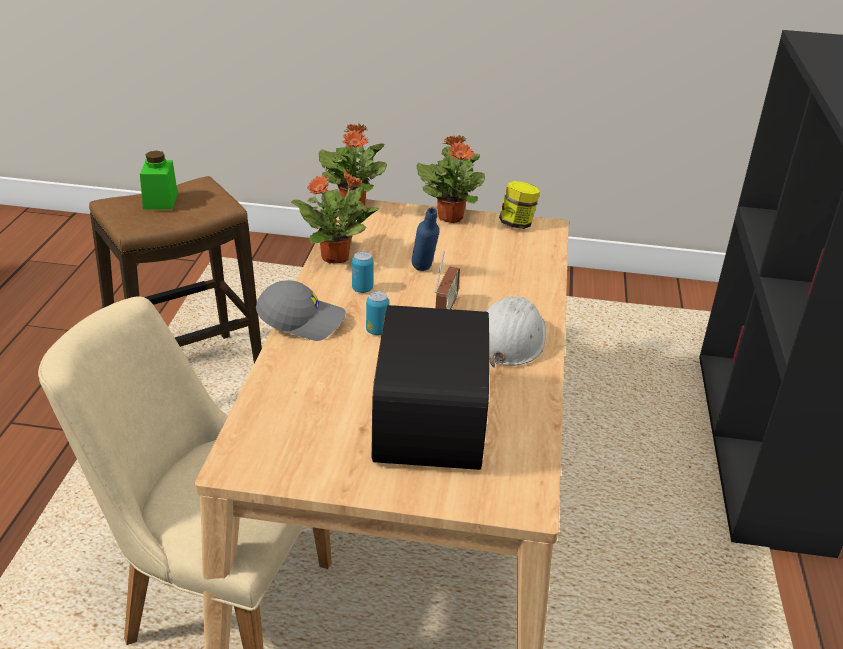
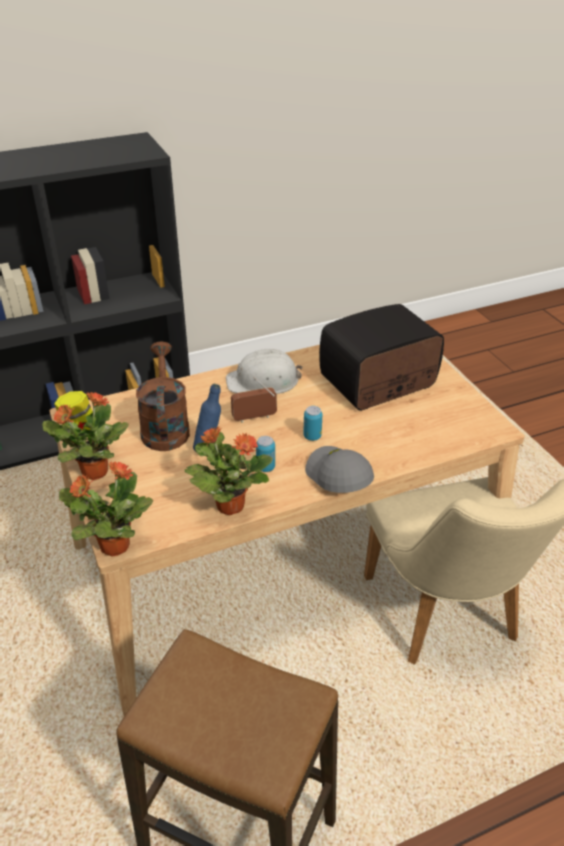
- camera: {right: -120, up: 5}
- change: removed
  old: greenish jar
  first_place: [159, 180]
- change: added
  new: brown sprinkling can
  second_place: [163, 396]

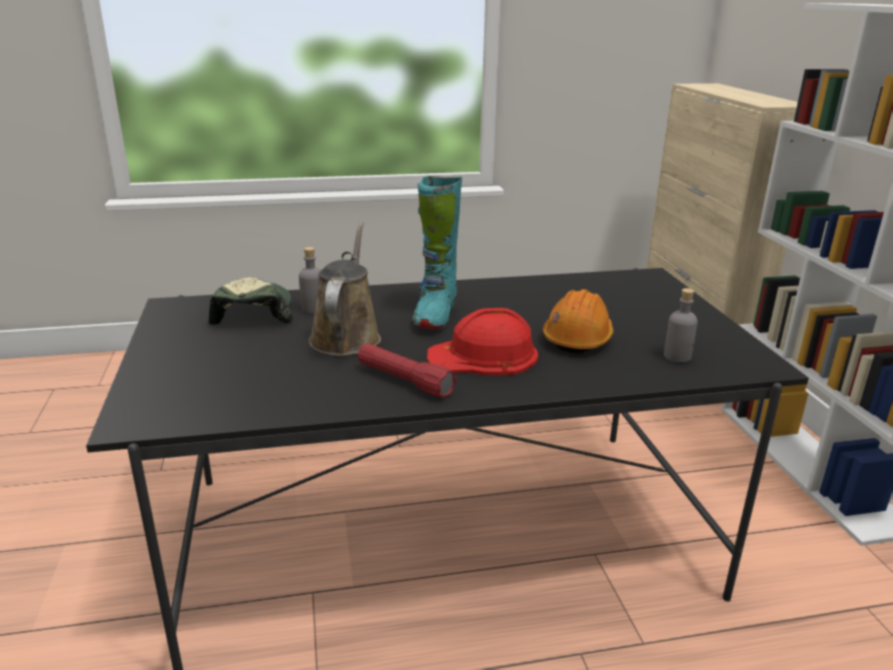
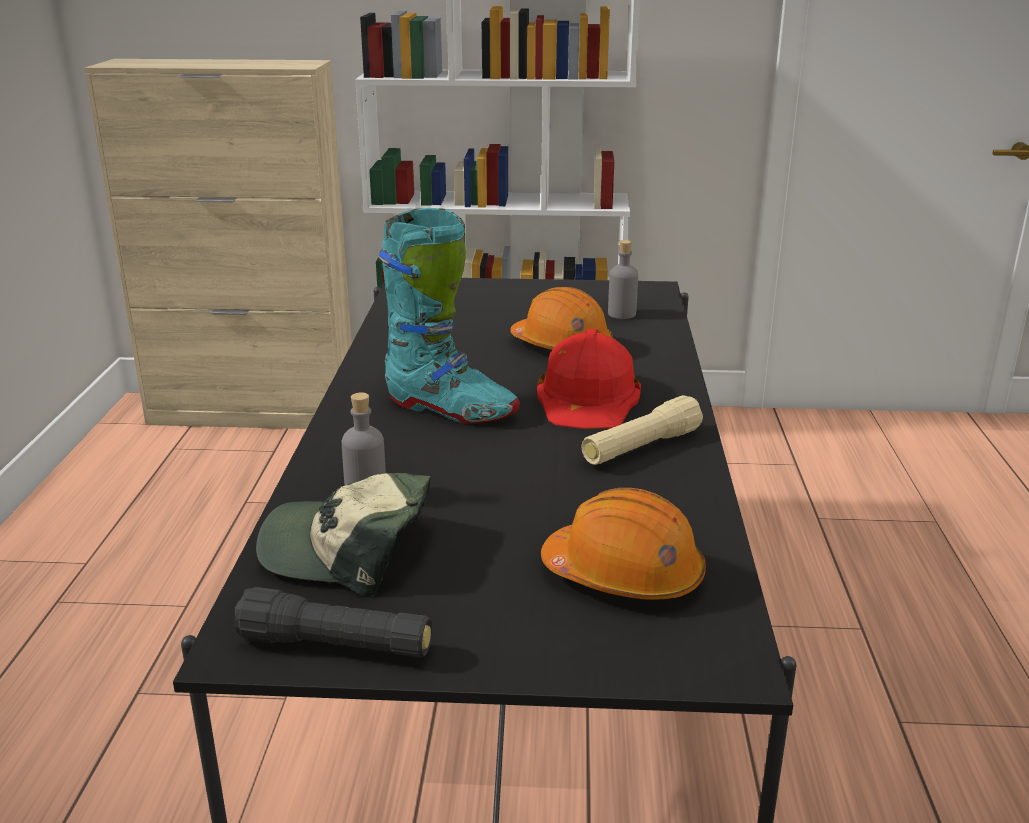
- camera: {right: -75, up: 0}
- change: removed
  old: brown sprinkling can
  first_place: [345, 289]
- change: recoloured
  old: reddish flashlight
  new: beige flashlight
  first_place: [407, 370]
  second_place: [642, 430]
- change: added
  new: blackish flashlight
  second_place: [333, 622]
- change: added
  new: orangey safety helmet
  second_place: [623, 544]

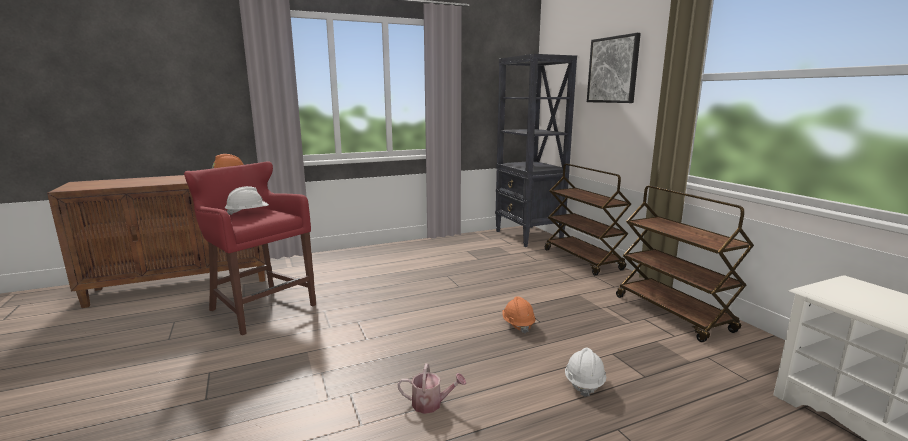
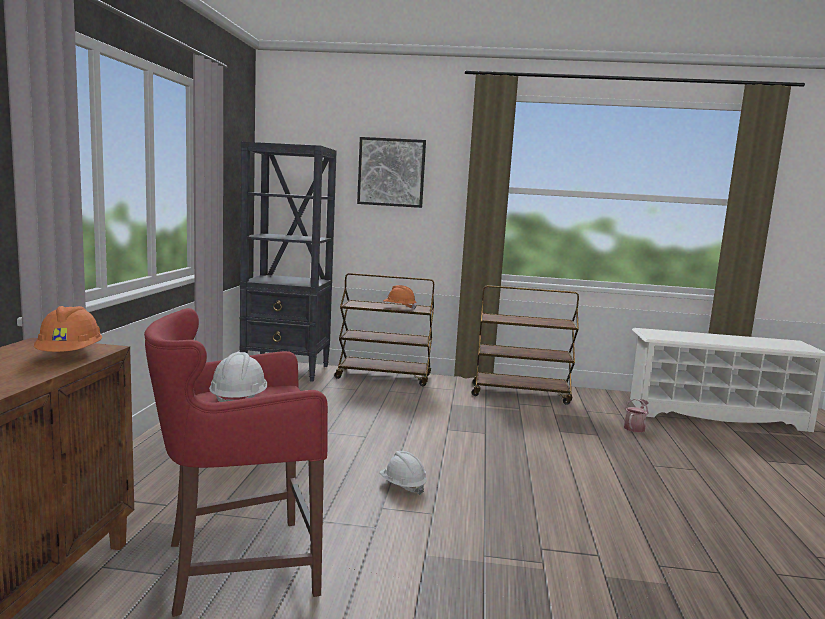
- camera: {right: -60, up: -5}
- change: moved
  old: sprinkling can
  first_place: [431, 388]
  second_place: [636, 416]
- change: moved
  old: orangey safety helmet
  first_place: [518, 314]
  second_place: [400, 297]
- change: moved
  old: white-coloured safety helmet
  first_place: [585, 372]
  second_place: [403, 473]

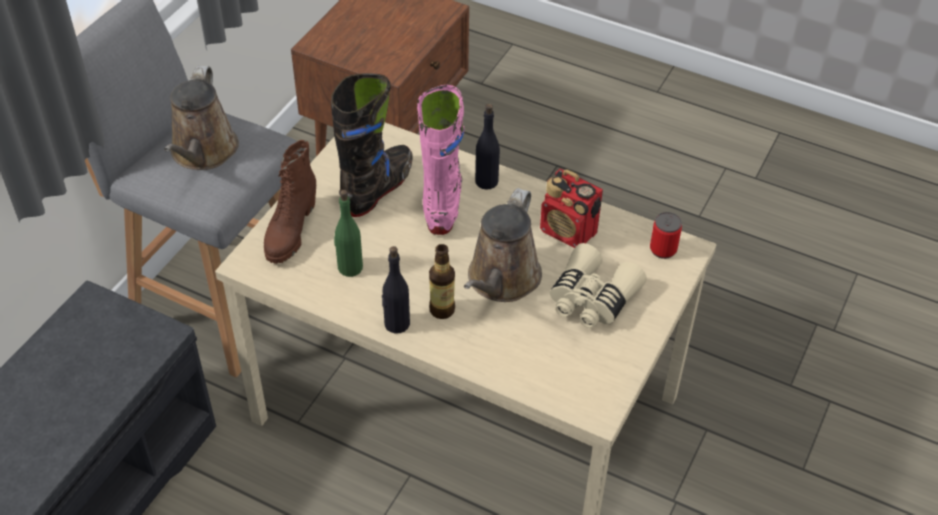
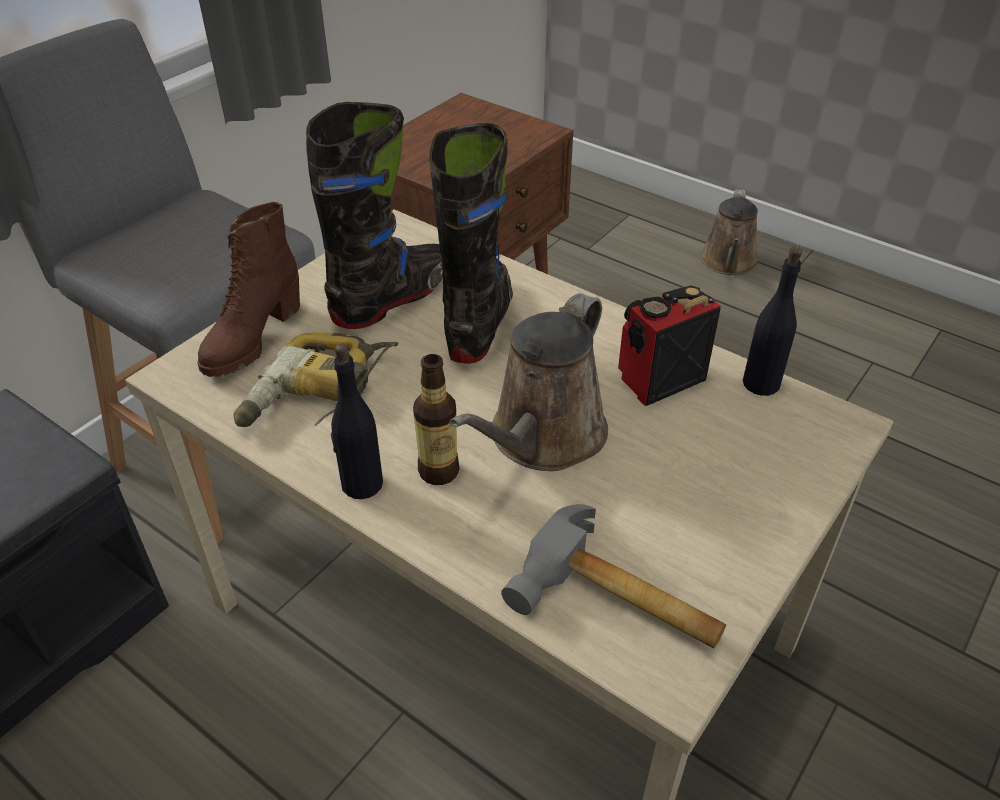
- camera: {right: 10, up: -5}
- change: moved
  old: brown sprinkling can
  first_place: [201, 118]
  second_place: [729, 232]
- change: replaced
  old: greenish bottle
  new: power drill
  first_place: [348, 233]
  second_place: [315, 379]
- change: recoloured
  old: pink-coloured tall boot
  new: blackish tall boot
  first_place: [441, 160]
  second_place: [471, 243]
- change: moved
  old: blackish bottle
  first_place: [487, 147]
  second_place: [772, 321]
- change: turned
  old: radio
  first_place: [571, 208]
  second_place: [669, 345]
  degrees: 105
- change: removed
  old: beige field glasses
  first_place: [598, 285]
- change: removed
  old: sealed can
  first_place: [666, 235]
- change: added
  new: tool hammer
  second_place: [614, 576]

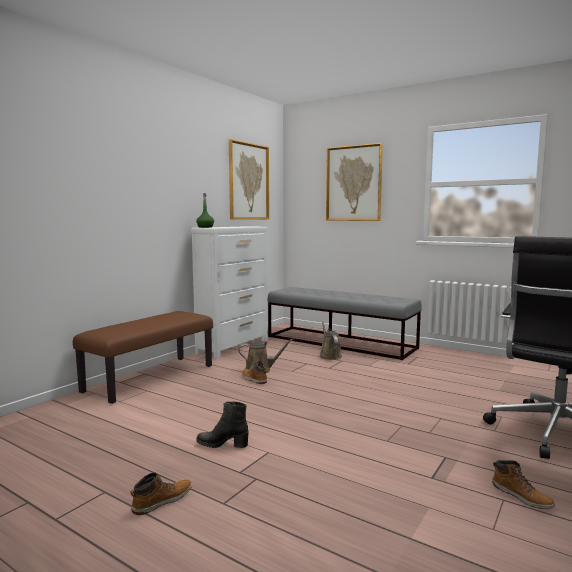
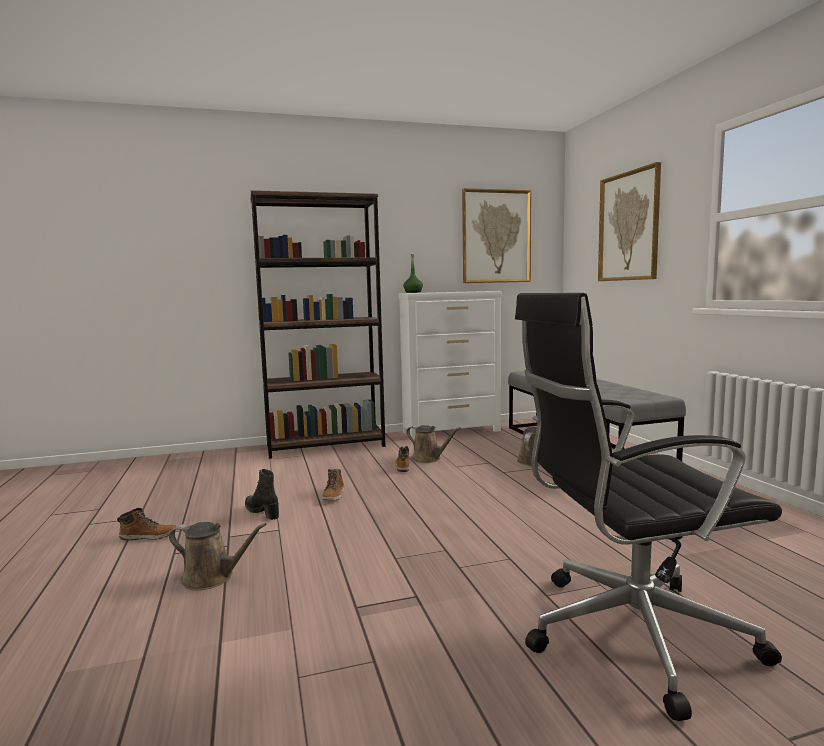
- camera: {right: 40, up: 0}
- change: replaced
  old: brown long seat
  new: brown bookcase
  first_place: [143, 357]
  second_place: [318, 324]
- change: moved
  old: tall boot
  first_place: [523, 484]
  second_place: [333, 485]
- change: added
  new: brown sprinkling can
  second_place: [218, 556]

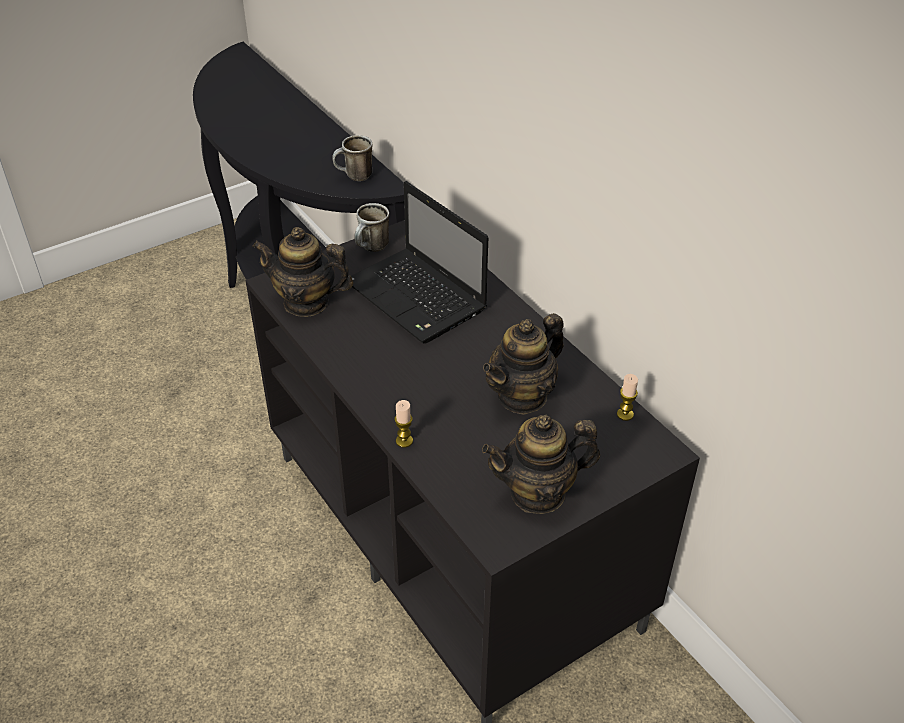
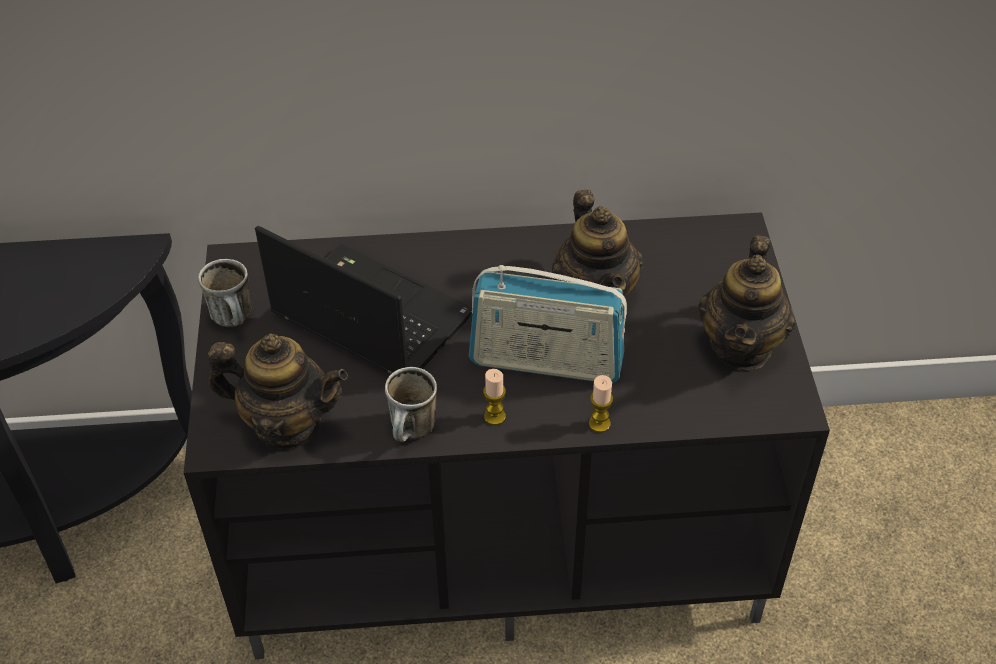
- camera: {right: -60, up: 5}
- change: turned
  old: pot for tea
  first_place: [303, 272]
  second_place: [278, 391]
  degrees: -120
- change: moved
  old: mug
  first_place: [352, 158]
  second_place: [411, 404]
- change: turned
  old: notebook computer
  first_place: [419, 262]
  second_place: [363, 300]
  degrees: -135
- change: moved
  old: wax candle
  first_place: [627, 397]
  second_place: [494, 397]
- change: added
  new: radio
  second_place: [548, 324]

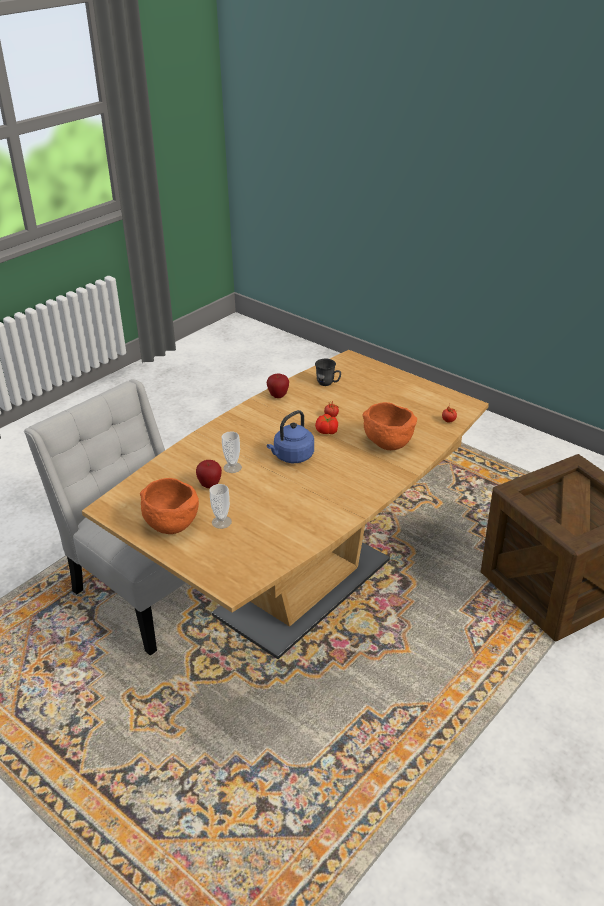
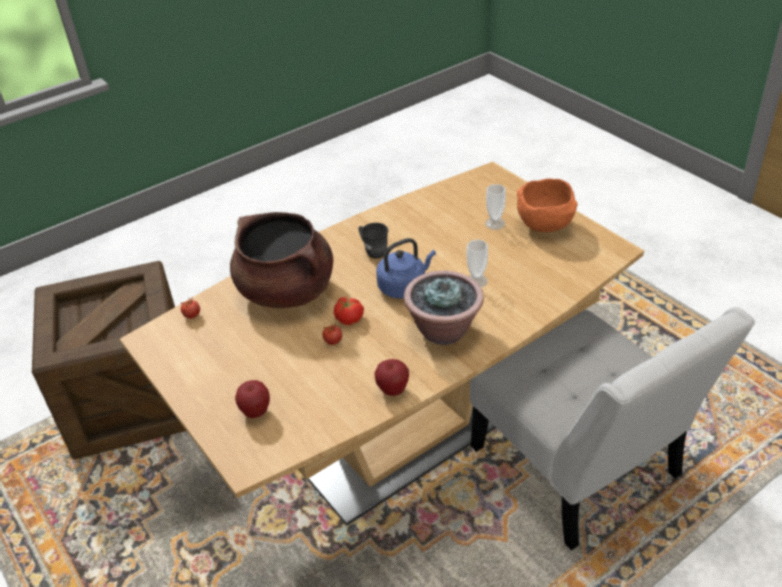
- camera: {right: -165, up: 5}
- change: moved
  old: apple
  first_place: [209, 474]
  second_place: [252, 399]
- change: moved
  old: gray mug
  first_place: [328, 372]
  second_place: [373, 240]
- change: replaced
  old: orangey bowl
  new: brown saucepot
  first_place: [389, 426]
  second_place: [281, 260]
- change: added
  new: plant in a pot
  second_place: [444, 307]

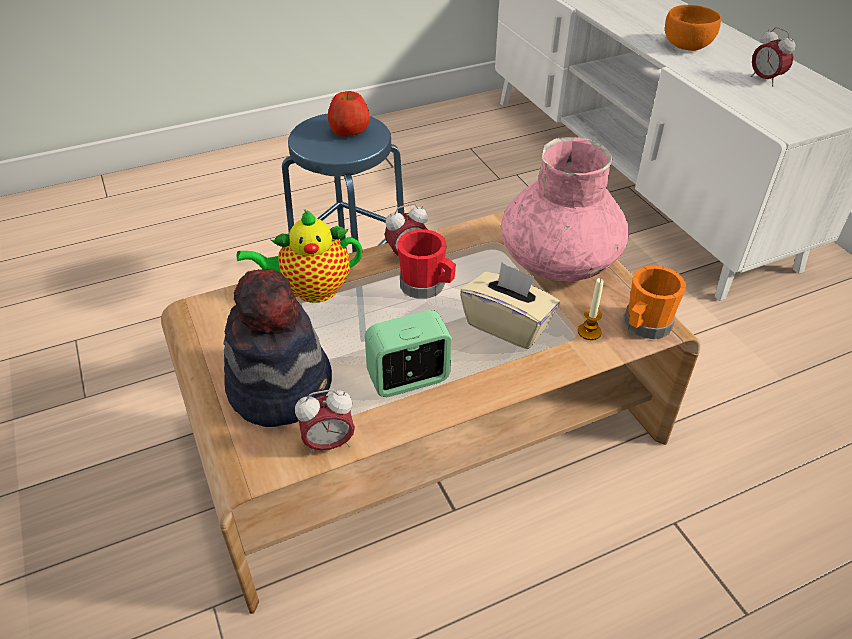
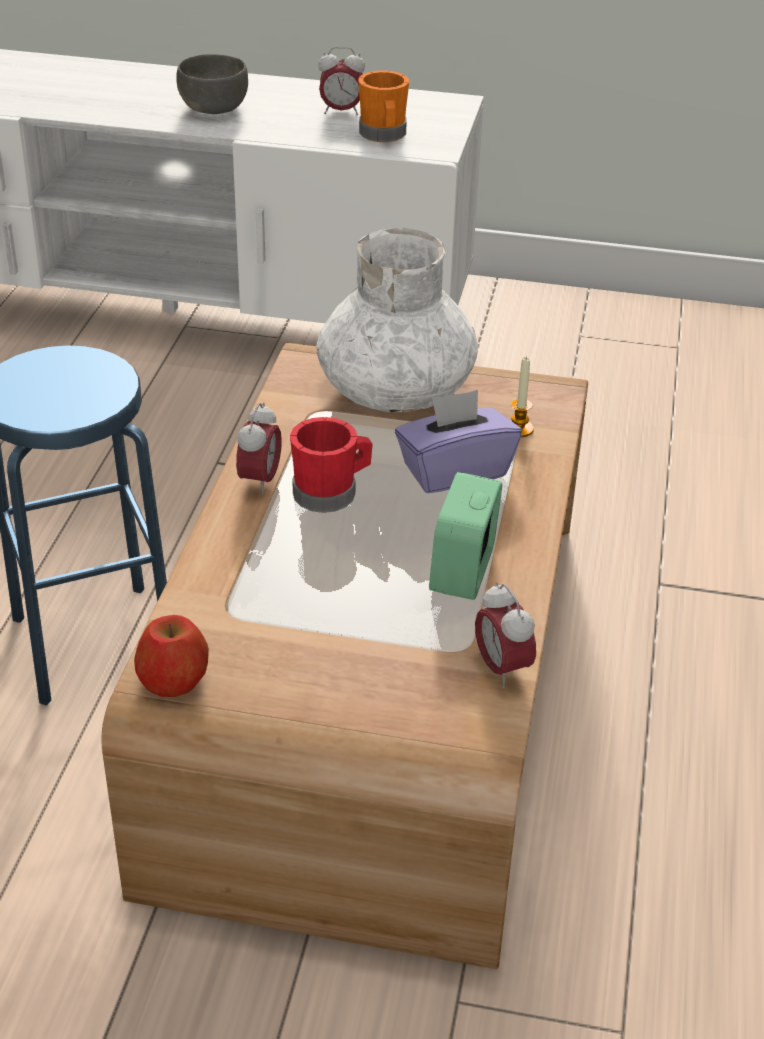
- camera: {right: -55, up: -5}
- change: removed
  old: wearable hat
  first_place: [277, 348]
- change: removed
  old: pot for tea
  first_place: [299, 256]
- change: turned
  old: alarm clock
  first_place: [325, 422]
  second_place: [505, 635]
  degrees: 135
- change: moved
  old: apple
  first_place: [349, 114]
  second_place: [171, 656]
- change: recoloured
  old: beige tissue box
  new: purple-coloured tissue box
  first_place: [510, 305]
  second_place: [458, 441]
- change: recoloured
  old: pink-coloured decorative vase
  new: white-coloured decorative vase
  first_place: [565, 209]
  second_place: [397, 320]
- change: moved
  old: orangey mug
  first_place: [655, 302]
  second_place: [384, 106]
- change: recoloured
  old: orangey bowl
  new: gray bowl
  first_place: [693, 28]
  second_place: [212, 84]

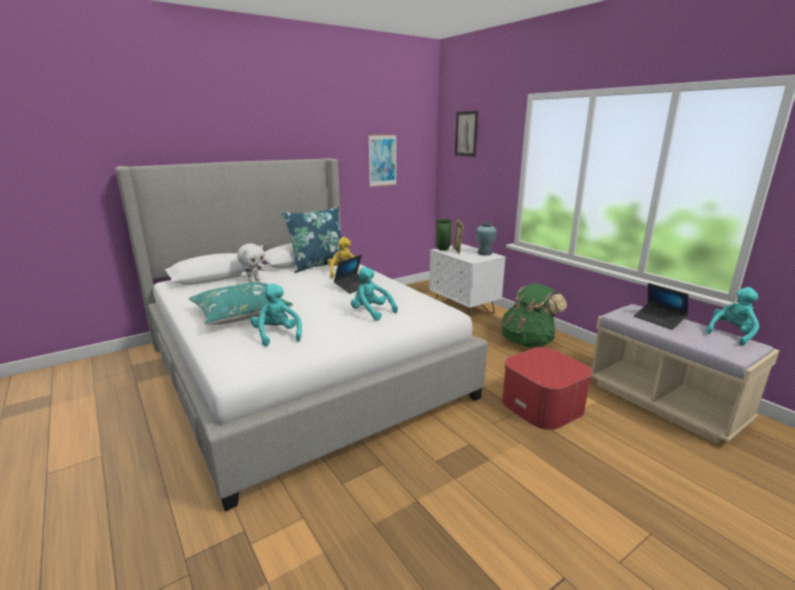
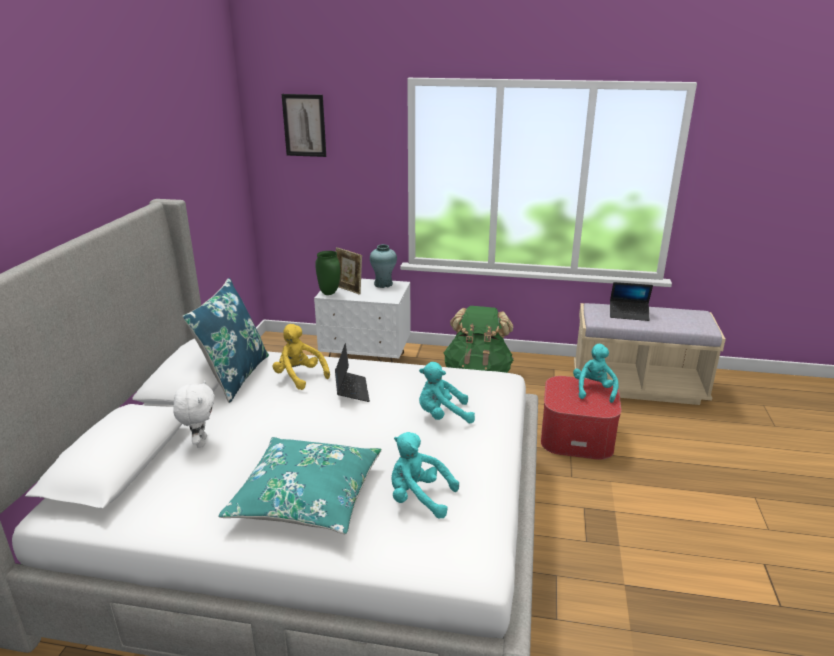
- camera: {right: -45, up: 5}
- change: removed
  old: wall art
  first_place: [382, 161]
- change: moved
  old: turquoise-coloured plush toy
  first_place: [732, 316]
  second_place: [596, 373]

